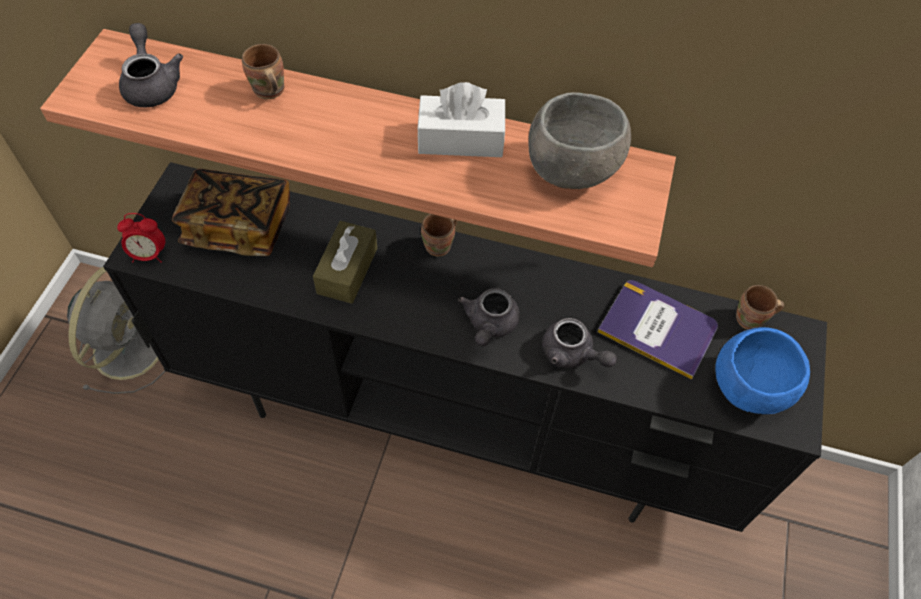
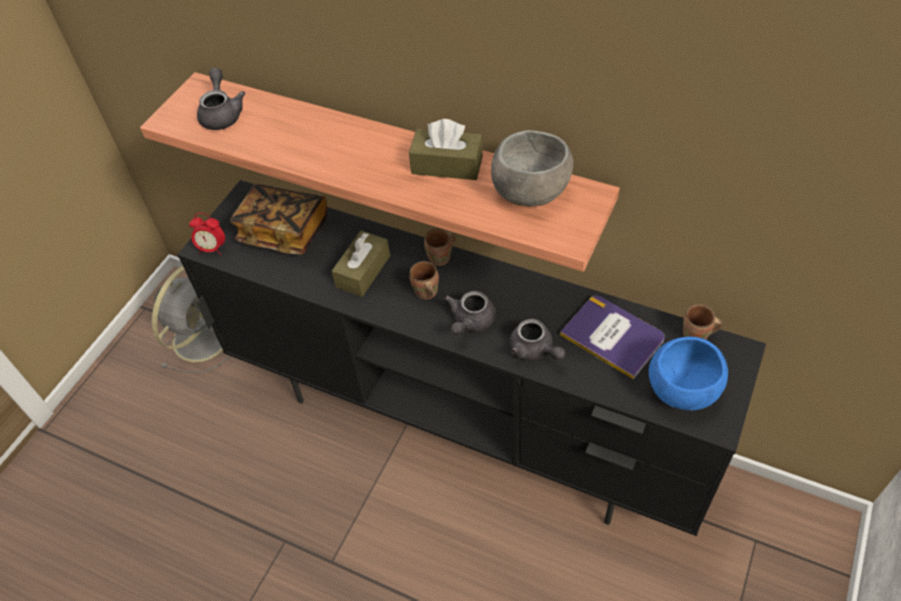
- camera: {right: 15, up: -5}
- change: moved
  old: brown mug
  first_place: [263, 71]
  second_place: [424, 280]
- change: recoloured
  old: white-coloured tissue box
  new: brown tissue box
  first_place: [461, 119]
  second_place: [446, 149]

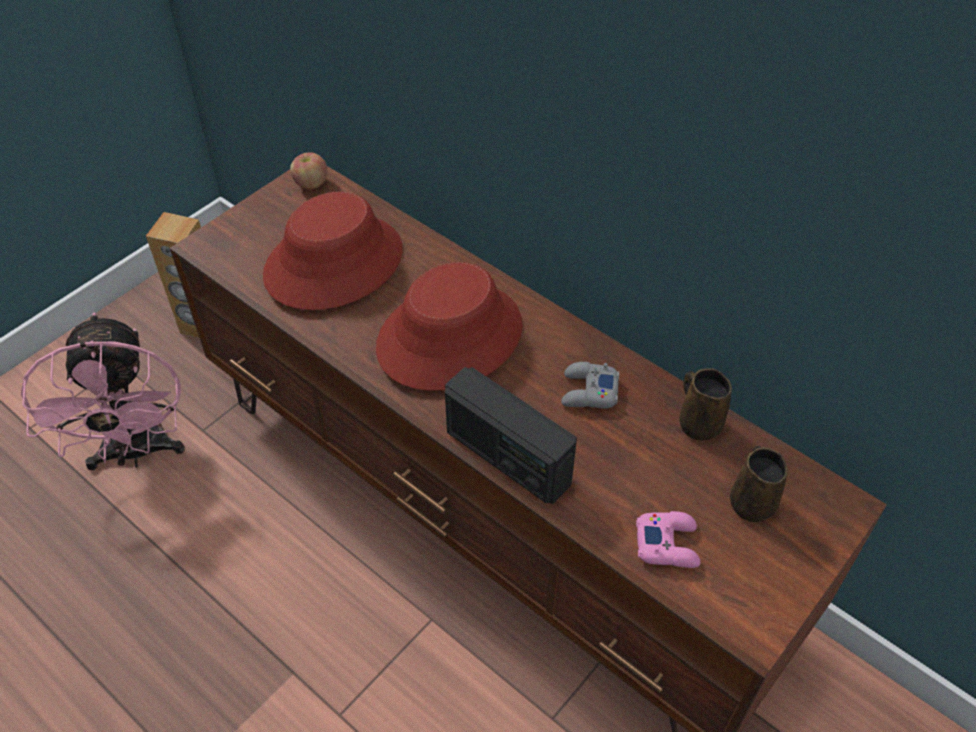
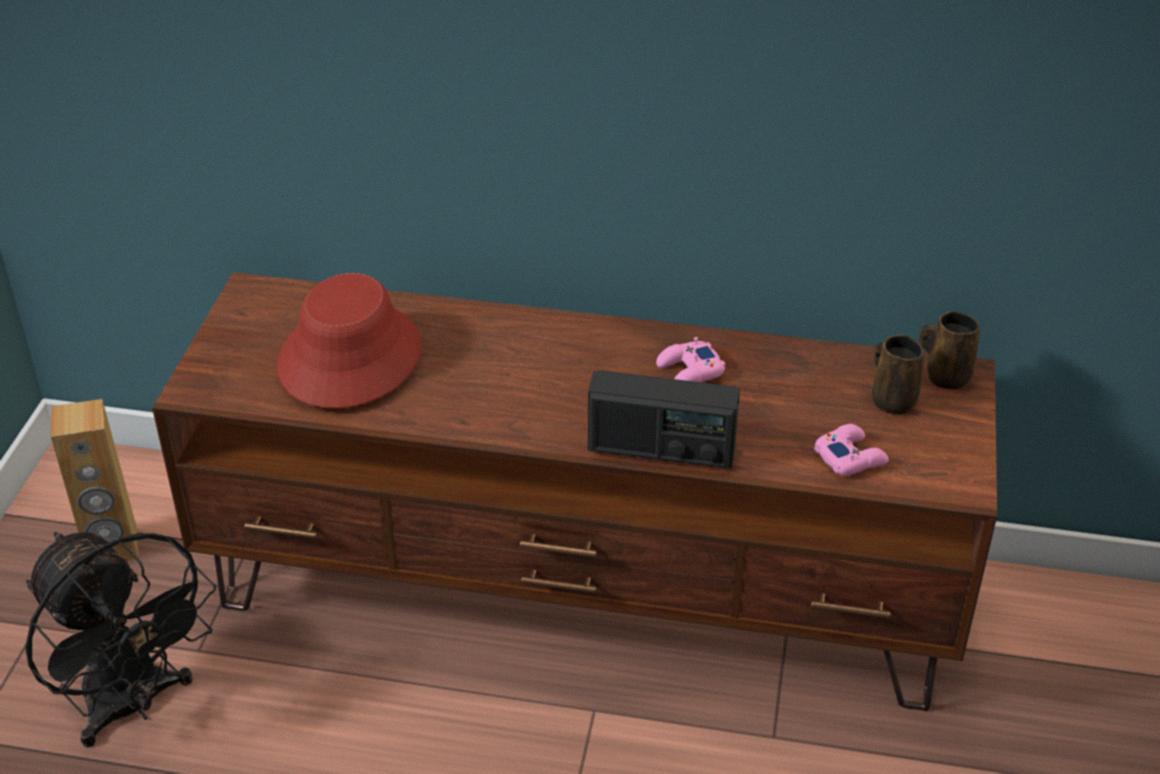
- camera: {right: -30, up: -10}
- change: recoloured
  old: pink-coloured cooling fan
  new: blackish cooling fan
  first_place: [103, 391]
  second_place: [120, 640]
- change: removed
  old: apple
  first_place: [308, 171]
- change: removed
  old: reddish wearable hat
  first_place: [449, 326]
- change: recoloured
  old: gray game controller
  new: pink-coloured game controller
  first_place: [590, 385]
  second_place: [690, 359]
- change: moved
  old: brown mug
  first_place: [706, 404]
  second_place: [949, 350]

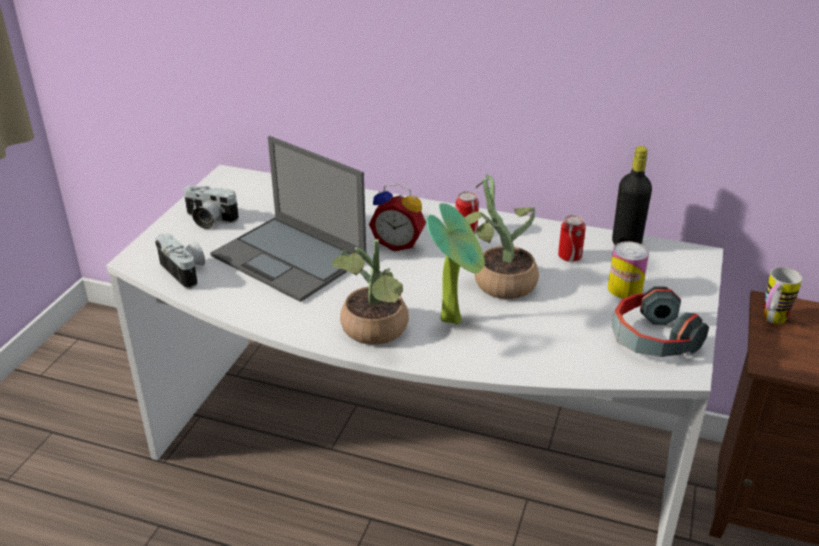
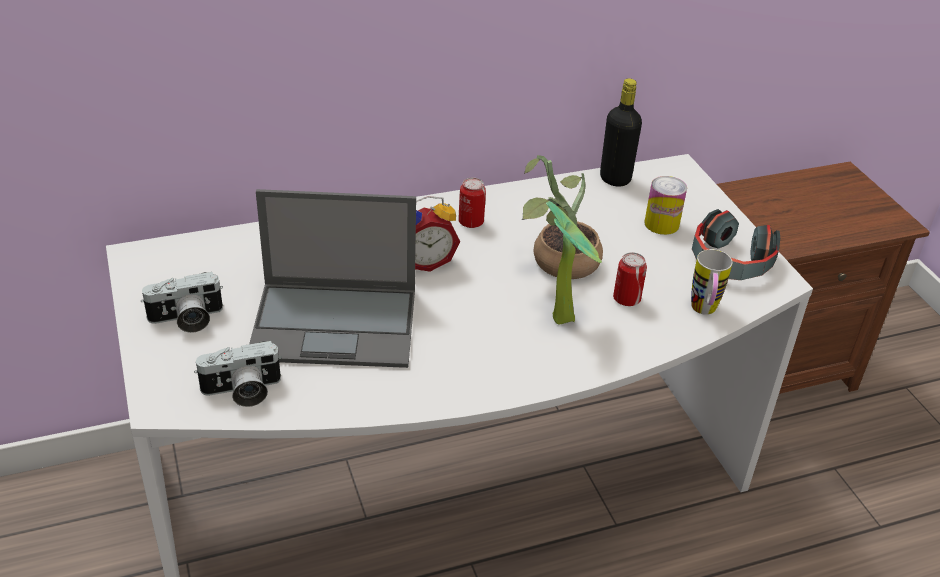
- camera: {right: -40, up: 5}
- change: turned
  old: photo camera
  first_place: [180, 261]
  second_place: [238, 374]
  degrees: 150
- change: removed
  old: plant in a pot
  first_place: [370, 292]
- change: moved
  old: sealed can
  first_place: [572, 238]
  second_place: [630, 279]
- change: moved
  old: mug
  first_place: [782, 295]
  second_place: [711, 282]

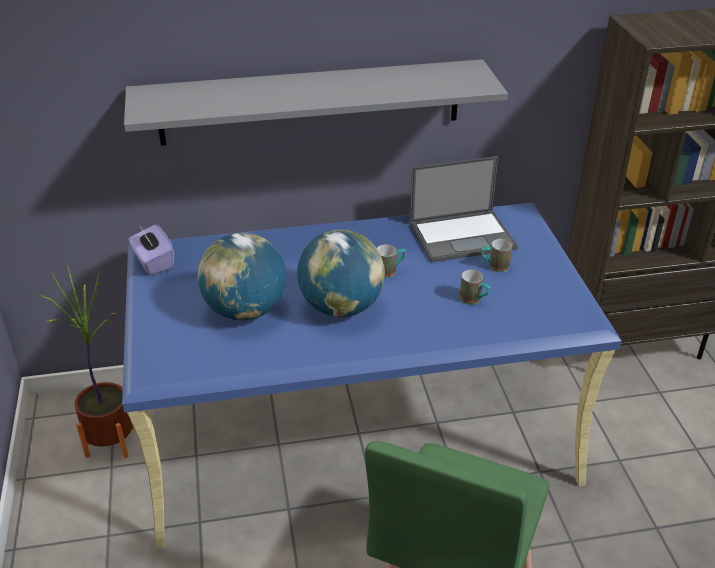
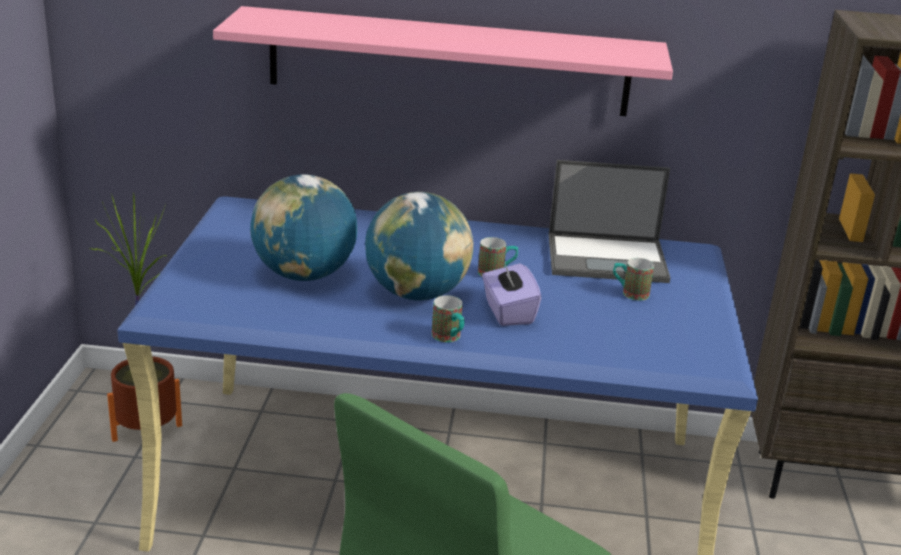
- camera: {right: 15, up: -10}
- change: recoloured
  old: gray bracket shelf
  new: pink-coloured bracket shelf
  first_place: [316, 102]
  second_place: [443, 61]
- change: moved
  old: purple-coloured tissue box
  first_place: [151, 250]
  second_place: [512, 292]
- change: moved
  old: mug
  first_place: [475, 287]
  second_place: [448, 318]

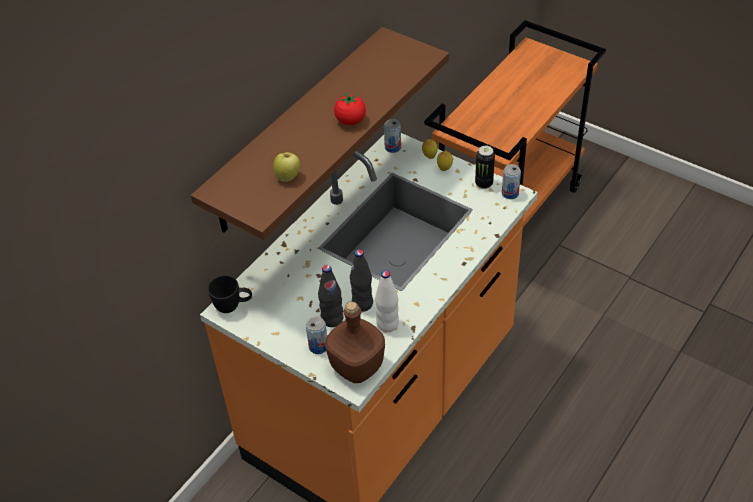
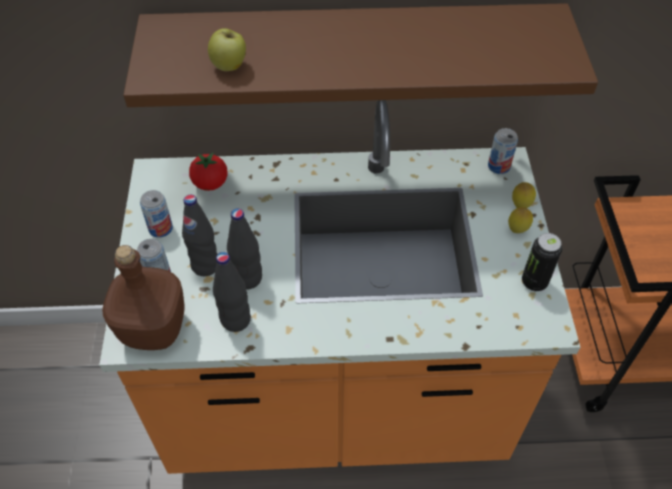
- camera: {right: 50, up: 5}
- change: removed
  old: blackish mug
  first_place: [230, 294]
- change: moved
  old: whole tomato
  first_place: [350, 109]
  second_place: [208, 172]
- change: recoloured
  old: white-coloured bottle
  new: blackish bottle
  first_place: [387, 301]
  second_place: [232, 292]
- change: moved
  old: sealed can
  first_place: [511, 181]
  second_place: [156, 213]

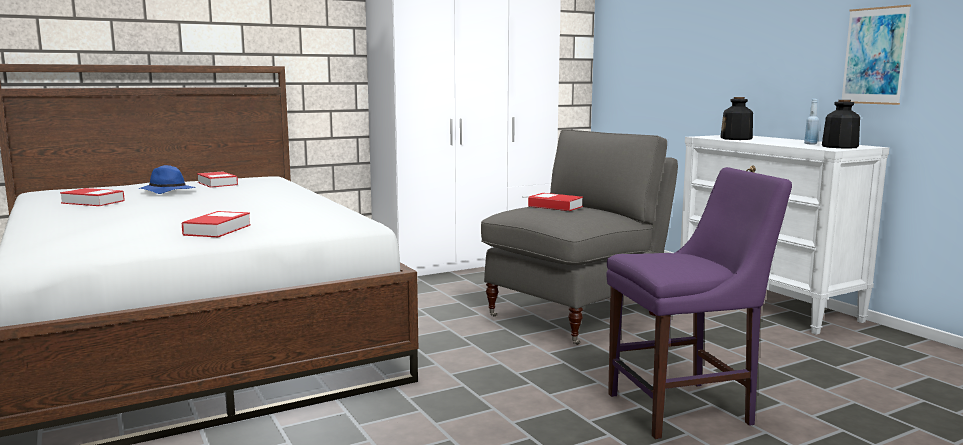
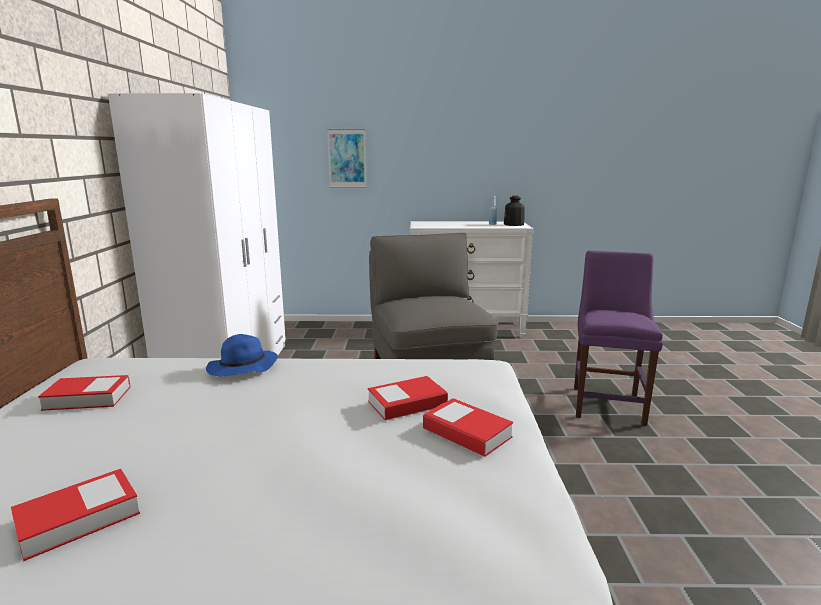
- camera: {right: -60, up: 5}
- change: moved
  old: blue-coloured wearable hat
  first_place: [167, 179]
  second_place: [242, 355]
- change: moved
  old: volume
  first_place: [555, 202]
  second_place: [408, 398]
- change: removed
  old: bottle
  first_place: [736, 118]
- change: moved
  old: wall art
  first_place: [876, 55]
  second_place: [346, 158]

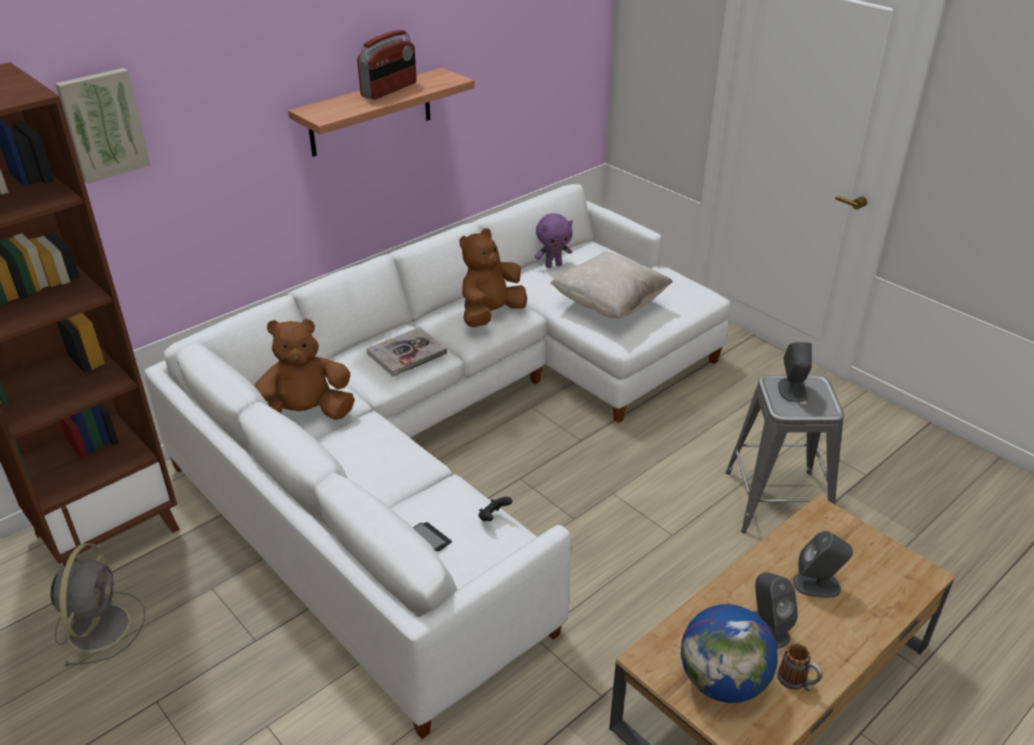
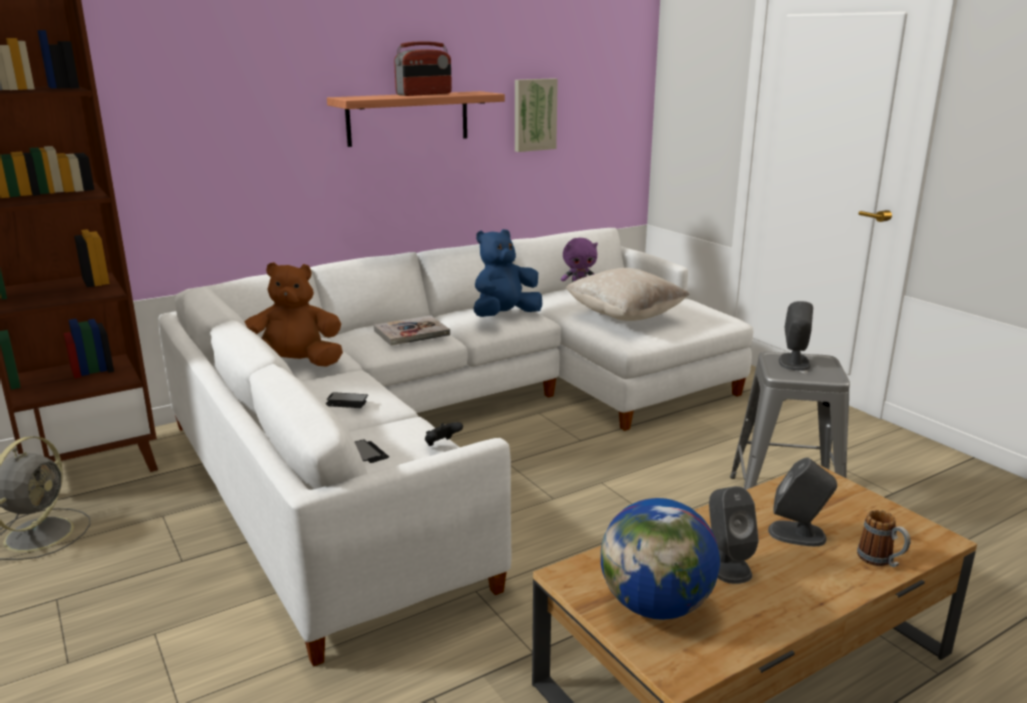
- camera: {right: 10, up: -15}
- change: moved
  old: wall art
  first_place: [103, 126]
  second_place: [536, 115]
- change: recoloured
  old: brown plush toy
  new: blue-coloured plush toy
  first_place: [493, 278]
  second_place: [507, 273]
- change: moved
  old: mug
  first_place: [800, 667]
  second_place: [884, 538]
- change: added
  new: handset
  second_place: [347, 400]

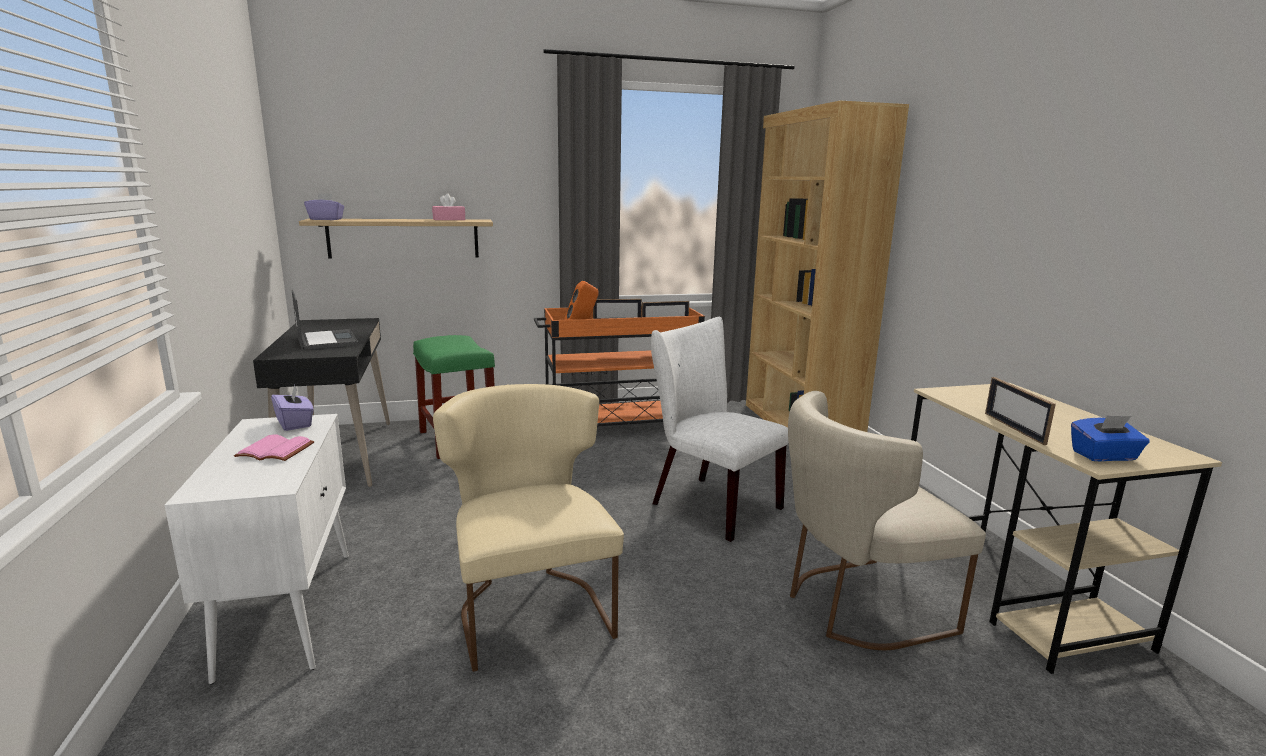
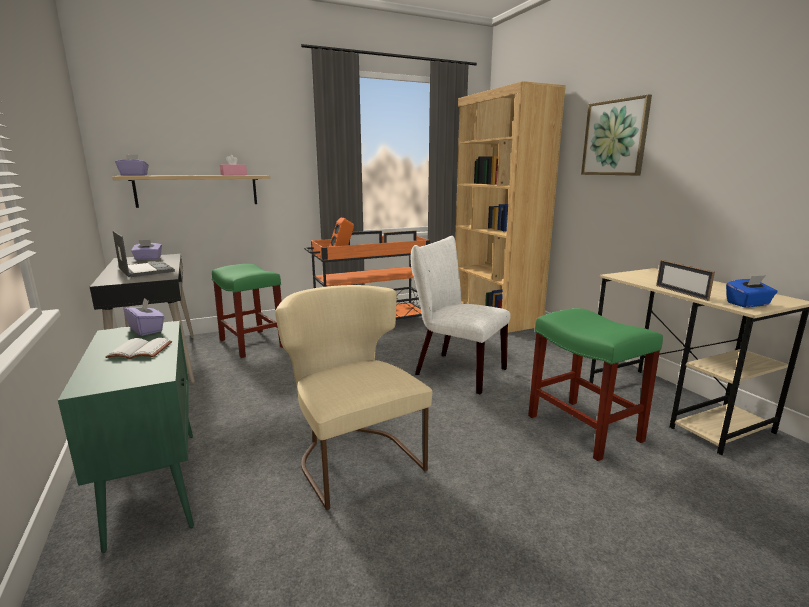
- camera: {right: -10, up: 0}
- change: recoloured
  old: white-coloured cabinet
  new: greenish cabinet
  first_place: [257, 549]
  second_place: [126, 437]
- change: recoloured
  old: pink-coloured volume
  new: white-coloured volume
  first_place: [274, 447]
  second_place: [139, 348]
- change: replaced
  old: beige upright chair
  new: greenish stool seat
  first_place: [887, 520]
  second_place: [595, 384]
- change: added
  new: purple-coloured tissue box
  second_place: [146, 250]
- change: added
  new: wall art
  second_place: [616, 134]

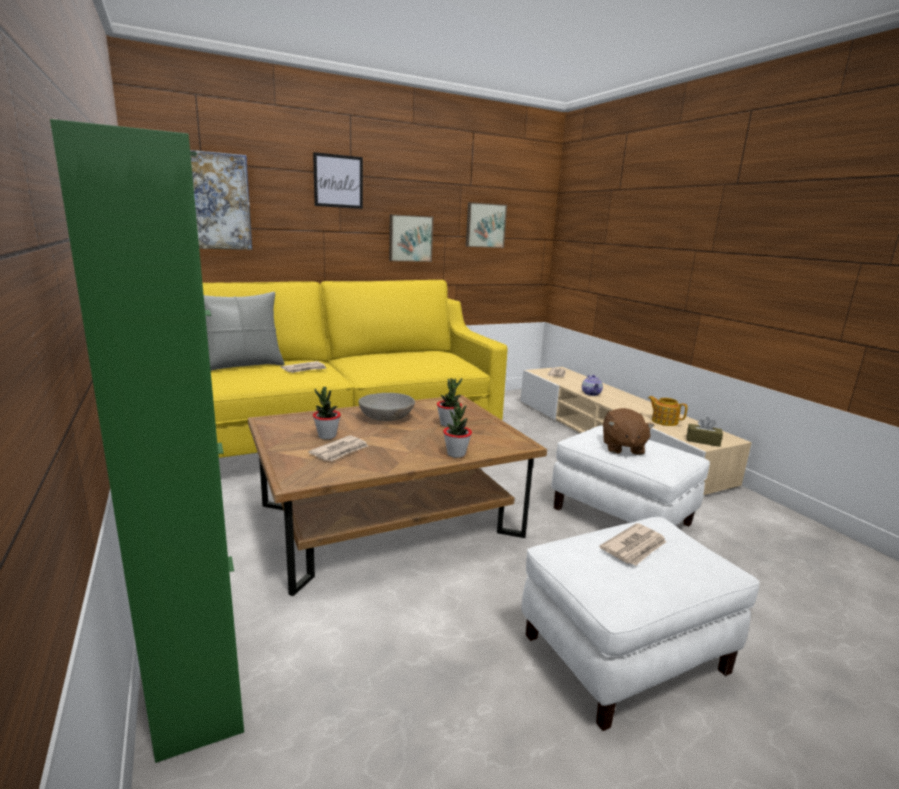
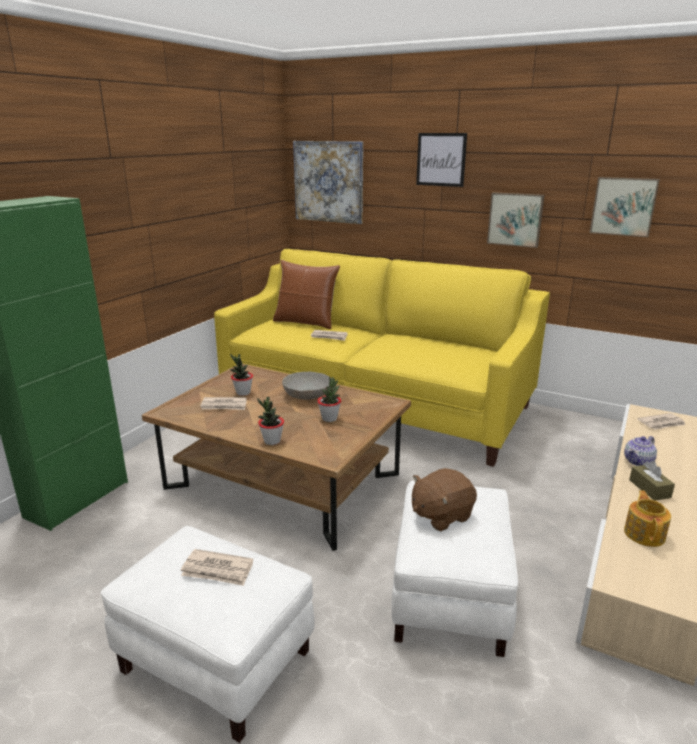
- camera: {right: 55, up: 5}
- change: recoloured
  old: gray pillow
  new: brown pillow
  first_place: [244, 331]
  second_place: [306, 294]
- change: moved
  old: brown tissue box
  first_place: [705, 432]
  second_place: [652, 481]

